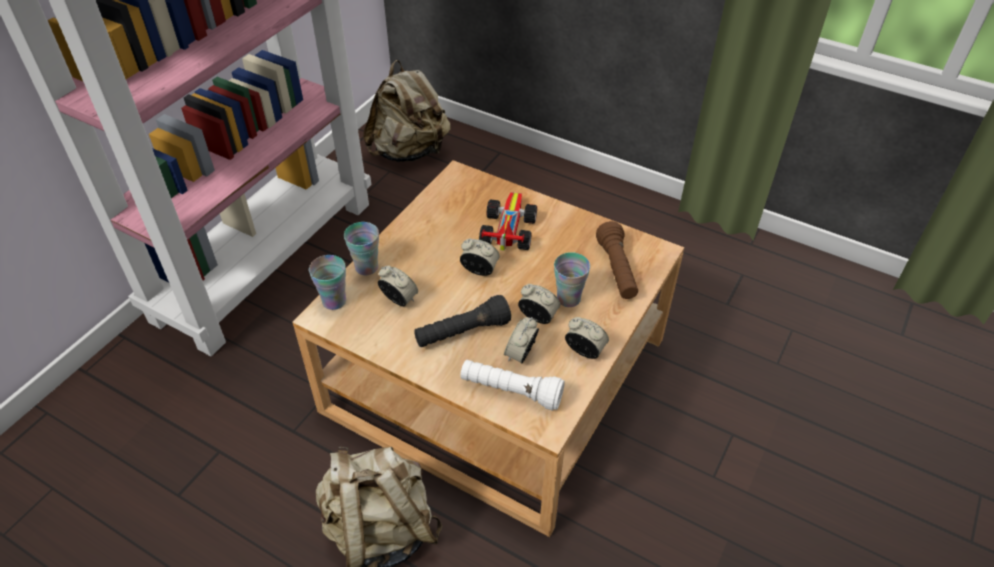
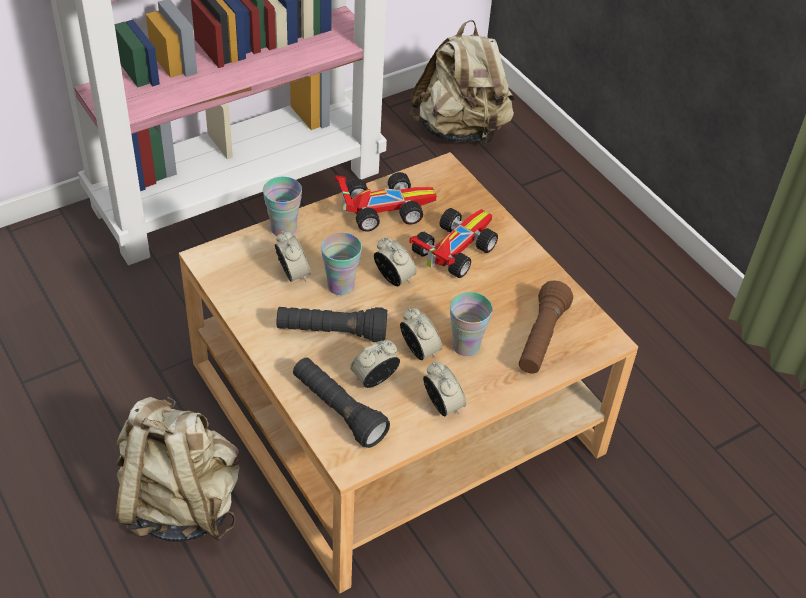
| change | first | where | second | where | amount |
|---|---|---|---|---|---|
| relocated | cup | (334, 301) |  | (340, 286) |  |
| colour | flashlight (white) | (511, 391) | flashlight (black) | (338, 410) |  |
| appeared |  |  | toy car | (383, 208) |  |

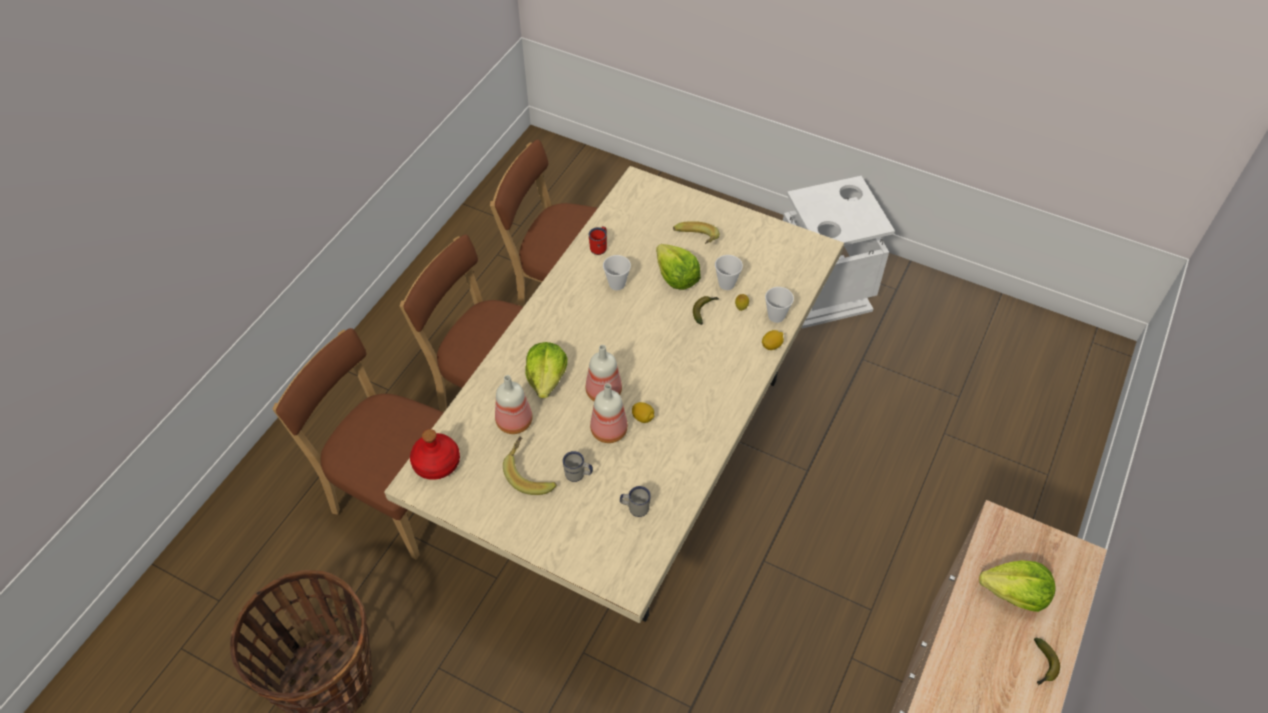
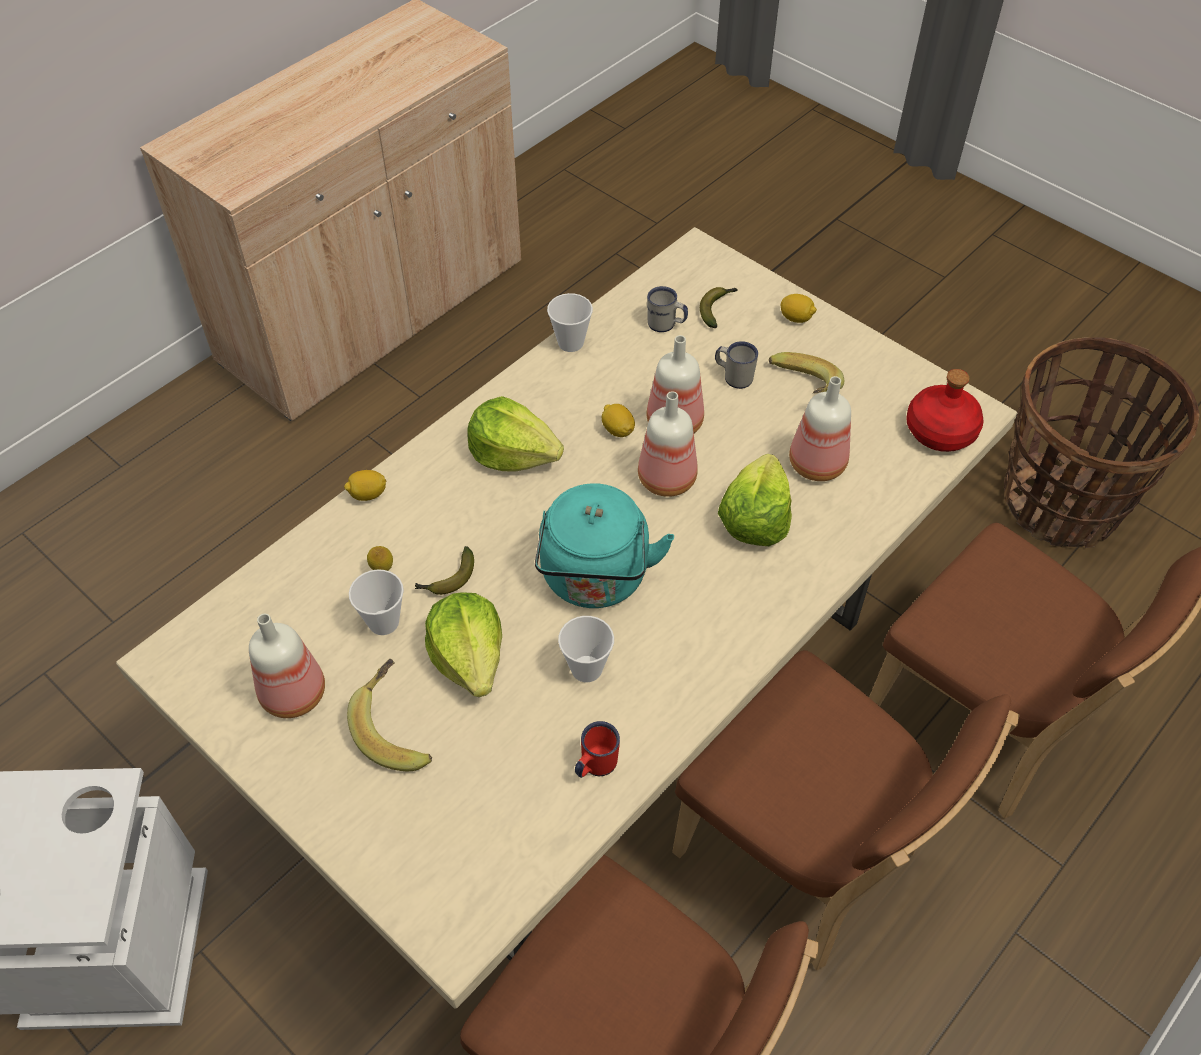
| change | first | where | second | where | amount |
|---|---|---|---|---|---|
| relocated | cup | (776, 316) |  | (570, 343) |  |
| relocated | lettuce | (1015, 594) |  | (513, 454) |  |
| relocated | banana | (1043, 665) |  | (717, 309) |  |
| appeared |  |  | lemon | (796, 318) |  |
| appeared |  |  | kettle (turquoise) | (595, 580) |  |
| appeared |  |  | bottle | (296, 693) |  |

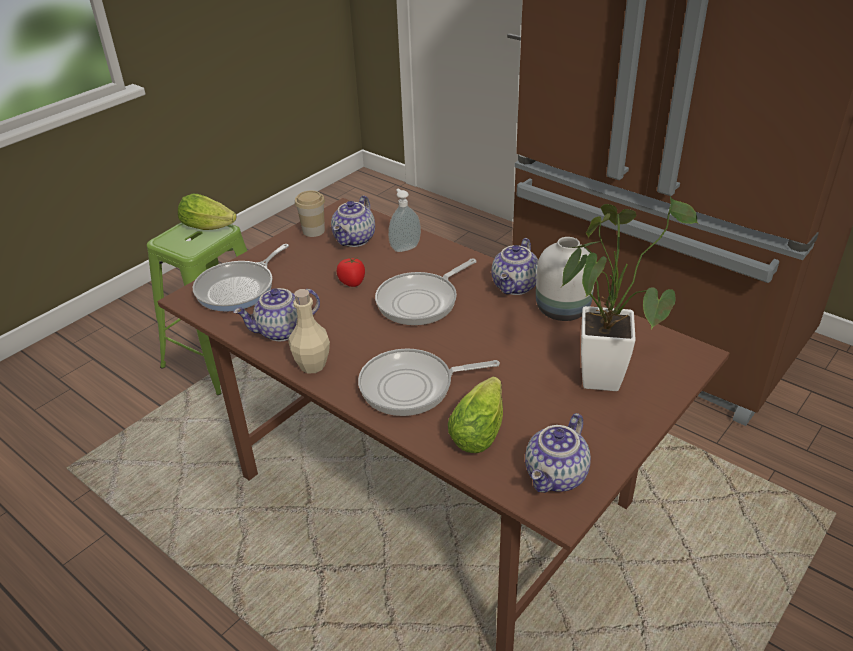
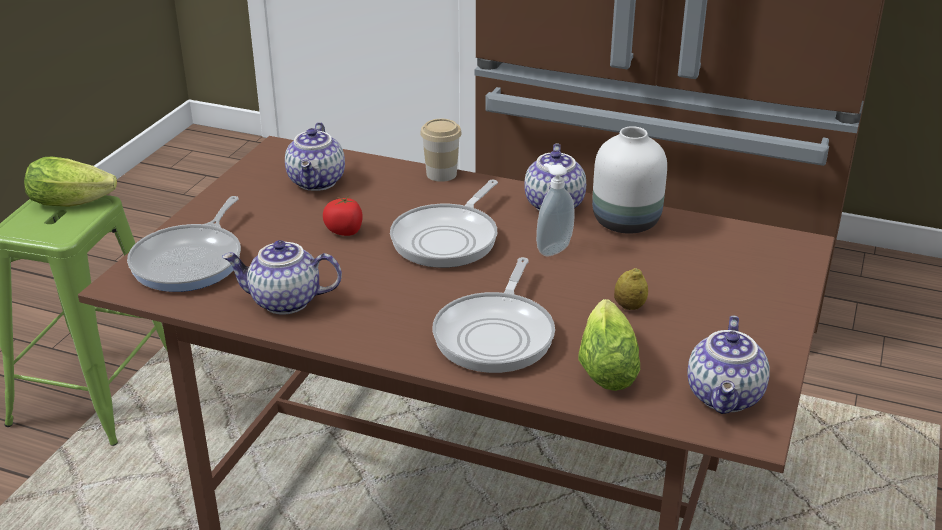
| change | first | where | second | where | amount |
|---|---|---|---|---|---|
| relocated | soap dispenser | (404, 247) |  | (552, 249) |  |
| relocated | cup | (313, 231) |  | (441, 174) |  |
| missing | potted plant | (601, 372) |  |  |  |
| spun | teapot | (281, 332) |  | (284, 302) | 45 degrees clockwise |
| missing | bottle (beige) | (312, 365) |  |  |  |
| spun | frying pan | (412, 387) |  | (496, 335) | 45 degrees counterclockwise |
| appeared |  |  | lemon | (629, 307) |  |

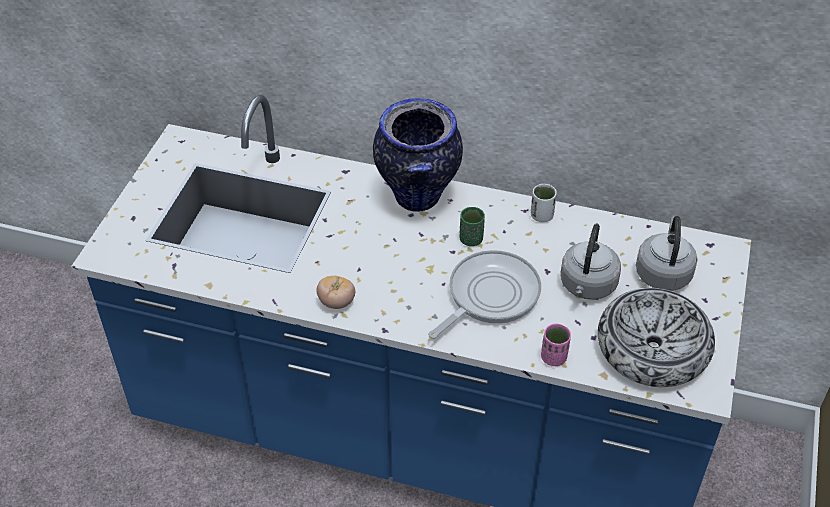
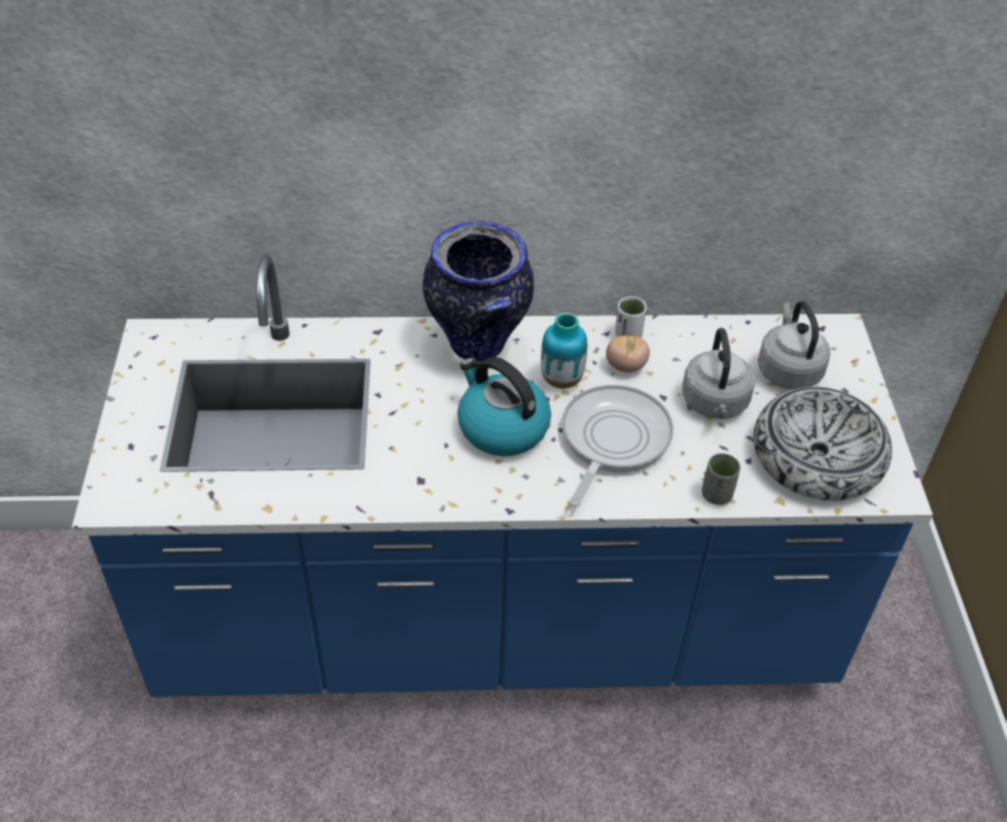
| change | first | where | second | where | amount |
|---|---|---|---|---|---|
| exchanged | cup (green) | (471, 239) | vase | (561, 380) |  |
| relocated | tomato | (336, 302) |  | (626, 366) |  |
| colour | cup (pink) | (553, 357) | cup (grey) | (716, 494) |  |
| appeared |  |  | kettle | (501, 428) |  |

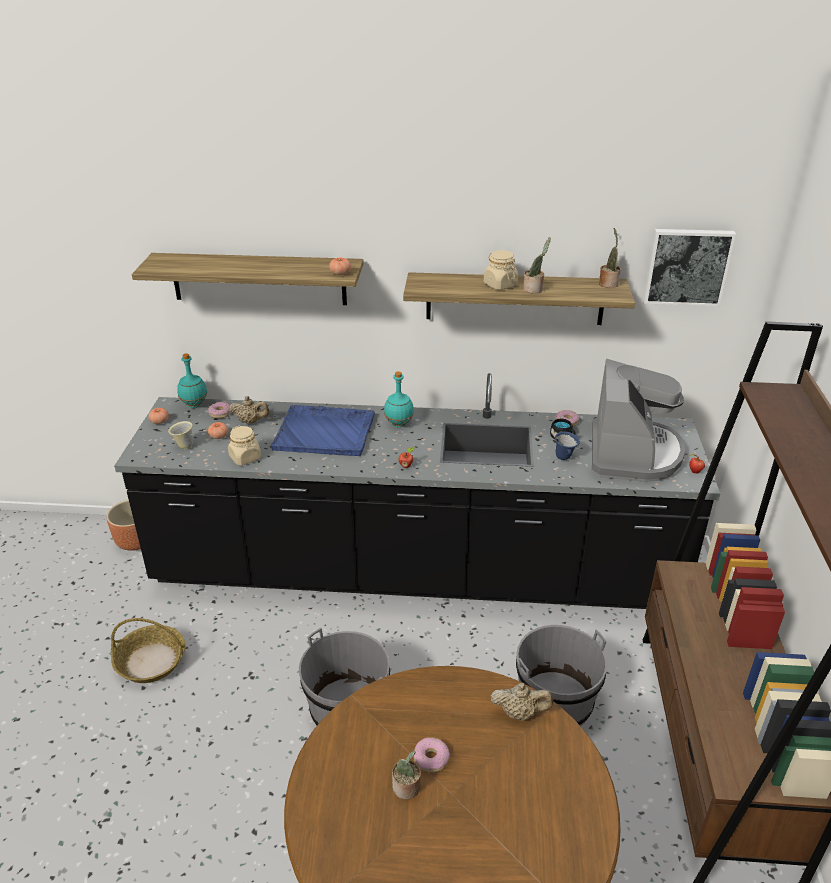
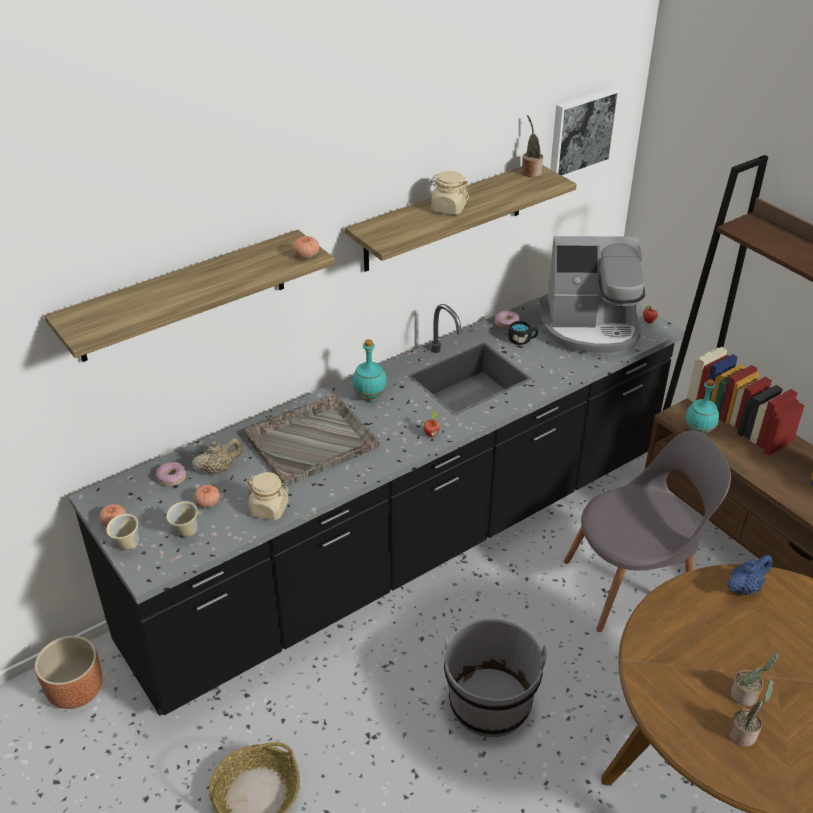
| change | first | where | second | where | amount |
|---|---|---|---|---|---|
| relocated | potted plant | (534, 289) |  | (744, 733) |  |
| relocated | bottle (turquoise) | (195, 405) |  | (699, 431) |  |
| spun | coffee machine | (633, 454) |  | (590, 328) | 120 degrees clockwise |
| colour | tray (blue) | (325, 433) | tray (grey) | (313, 441) |  |
| missing | mug (blue) | (564, 458) |  |  |  |
| exchanged | bucket (grey) | (555, 702) | chair (grey) | (633, 585) |  |
| colour | teapot (beige) | (520, 713) | teapot (blue) | (744, 588) |  |
| missing | donut | (431, 758) |  |  |  |
| appeared |  |  | mug (beige) | (127, 546) |  |

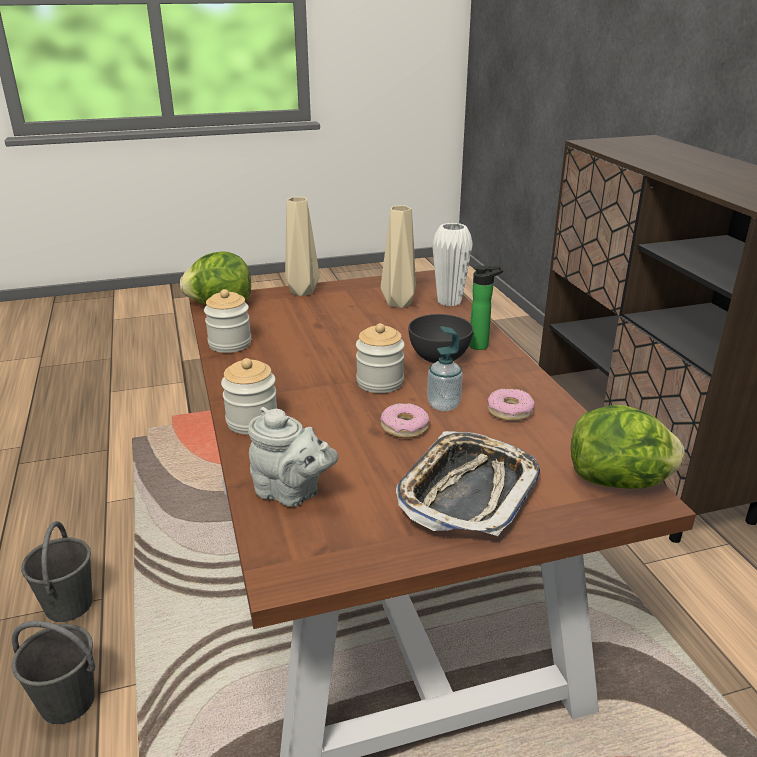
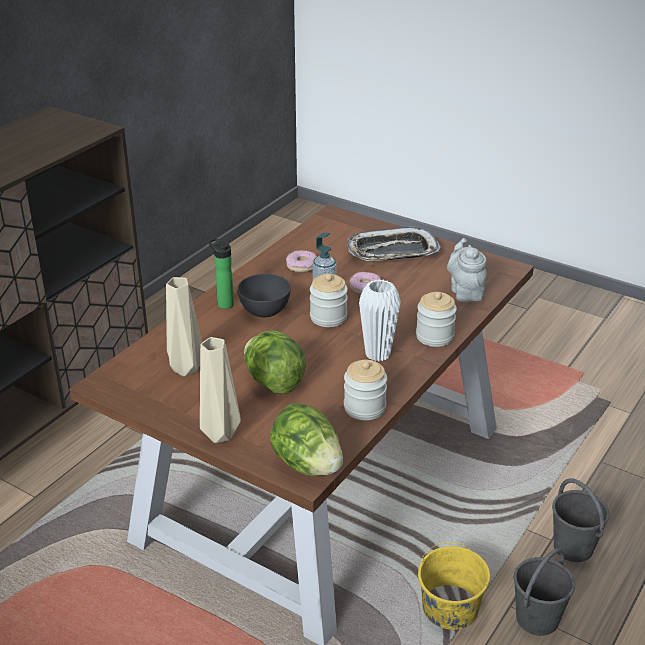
| change | first | where | second | where | amount |
|---|---|---|---|---|---|
| relocated | vase (white) | (449, 301) |  | (377, 354) |  |
| relocated | lettuce | (619, 482) |  | (273, 382) |  |
| appeared |  |  | bucket (yellow) | (449, 608) |  |

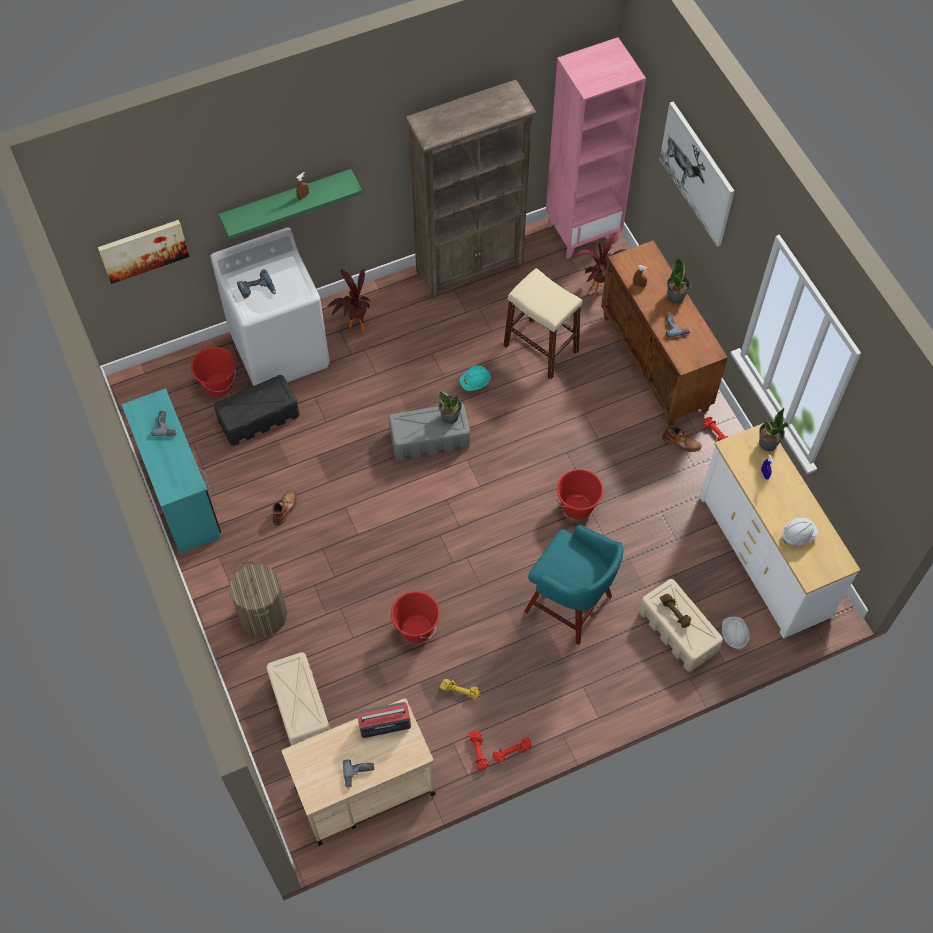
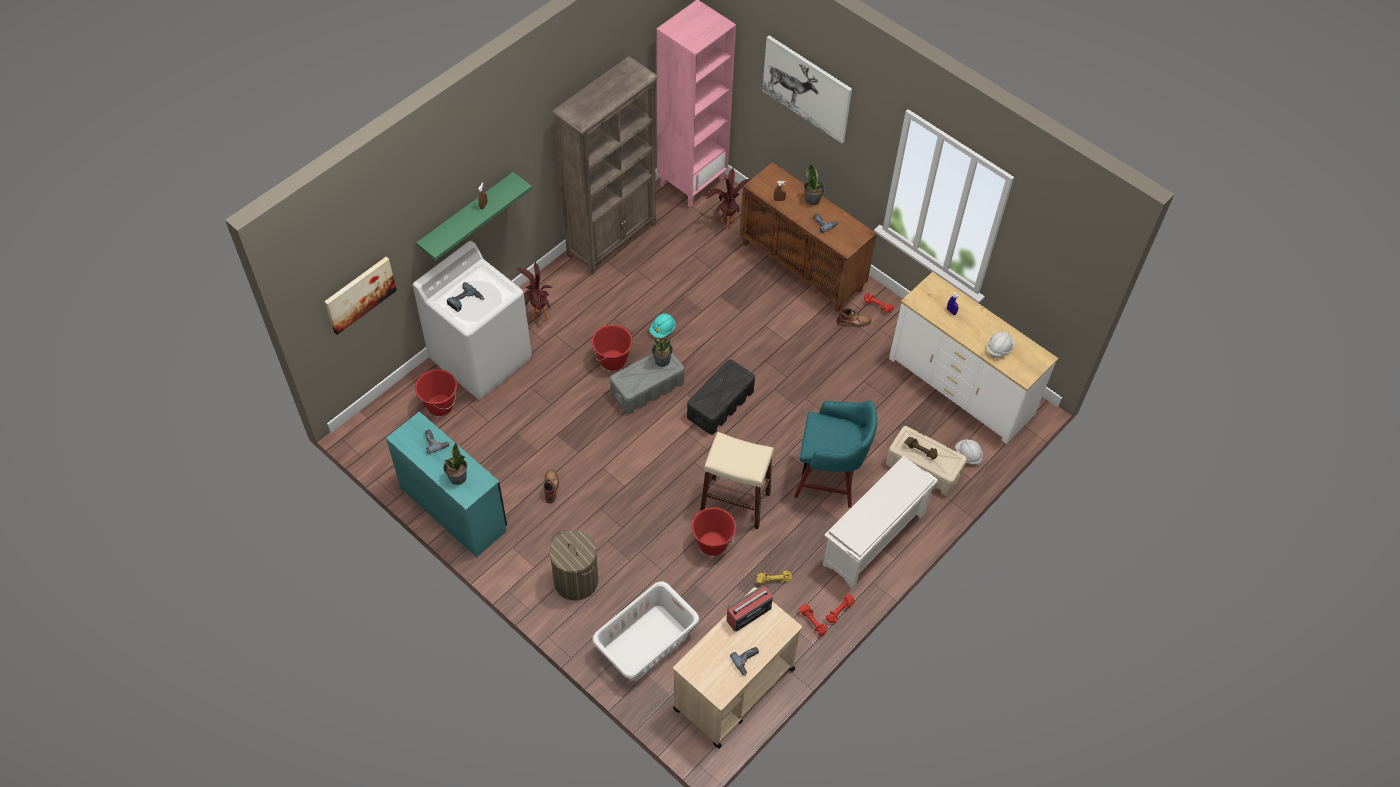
| change | first | where | second | where | amount |
|---|---|---|---|---|---|
| relocated | stool (beige) | (541, 348) |  | (735, 502) |  |
| relocated | storage box (black) | (259, 418) |  | (720, 404) |  |
| relocated | potted plant | (767, 443) |  | (457, 477) |  |
| relocated | bucket (red) | (577, 507) |  | (613, 360) |  |
| exchanged | storage box (beige) | (300, 705) | laundry basket (white) | (645, 642) |  |
| appeared |  |  | shoe rack (white) | (873, 541) |  |

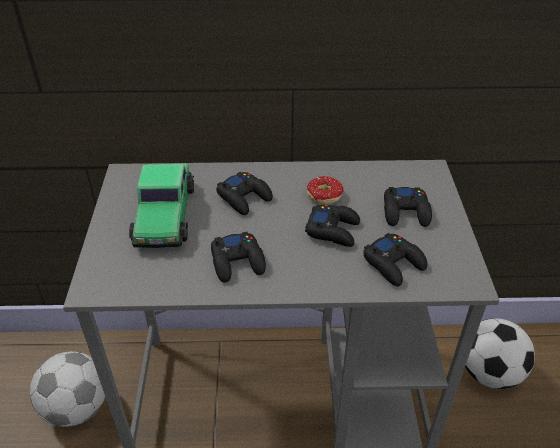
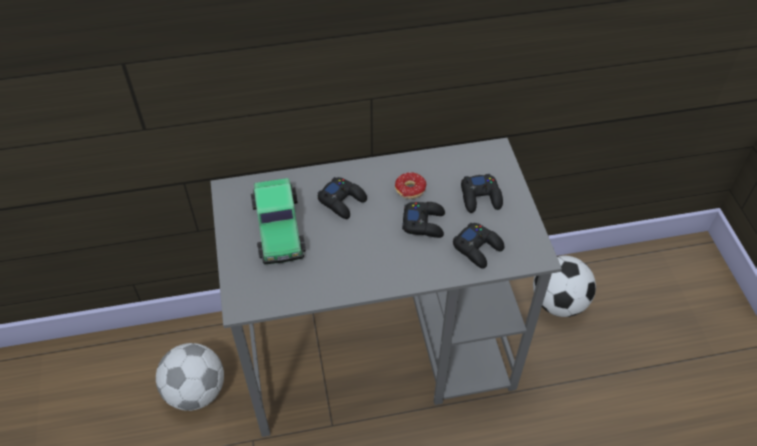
| change | first | where | second | where | amount |
|---|---|---|---|---|---|
| missing | game controller (black) | (238, 262) |  |  |  |

